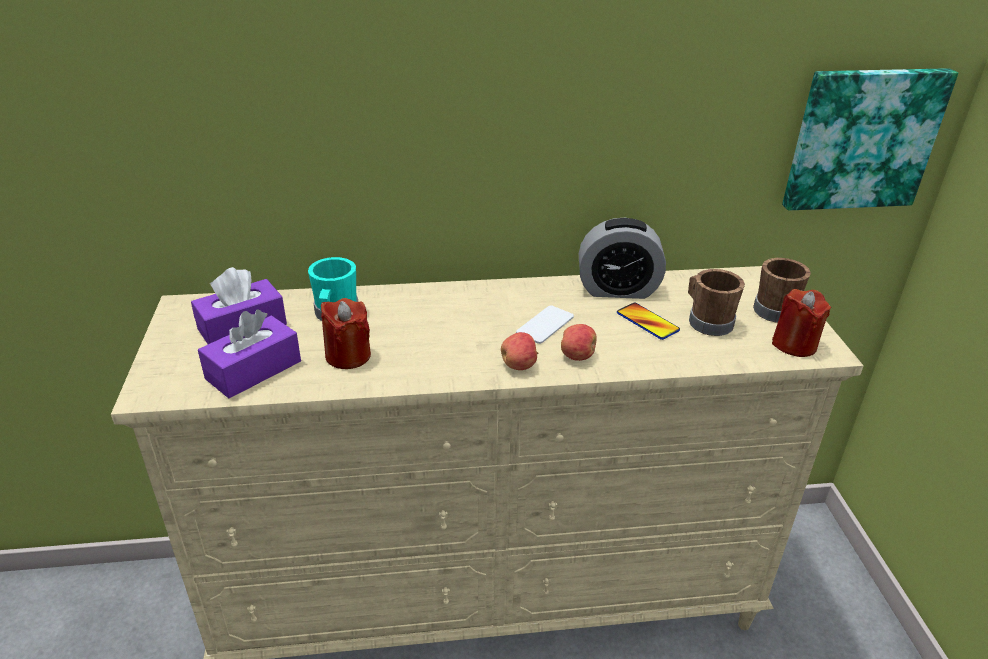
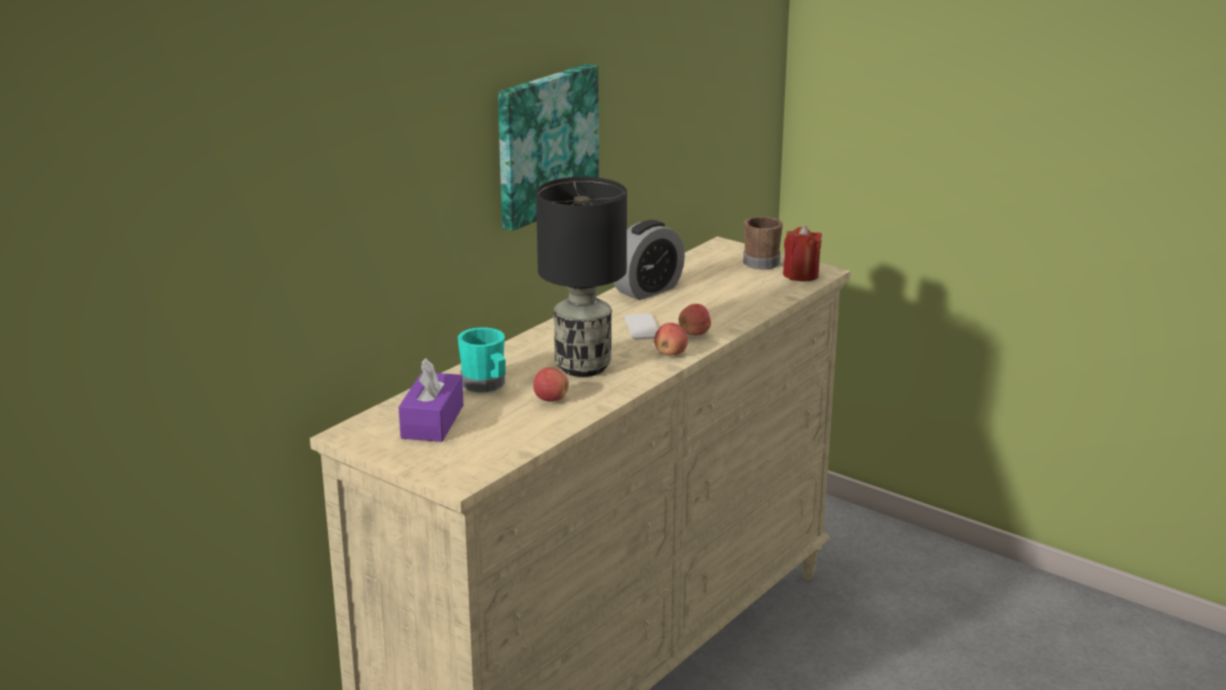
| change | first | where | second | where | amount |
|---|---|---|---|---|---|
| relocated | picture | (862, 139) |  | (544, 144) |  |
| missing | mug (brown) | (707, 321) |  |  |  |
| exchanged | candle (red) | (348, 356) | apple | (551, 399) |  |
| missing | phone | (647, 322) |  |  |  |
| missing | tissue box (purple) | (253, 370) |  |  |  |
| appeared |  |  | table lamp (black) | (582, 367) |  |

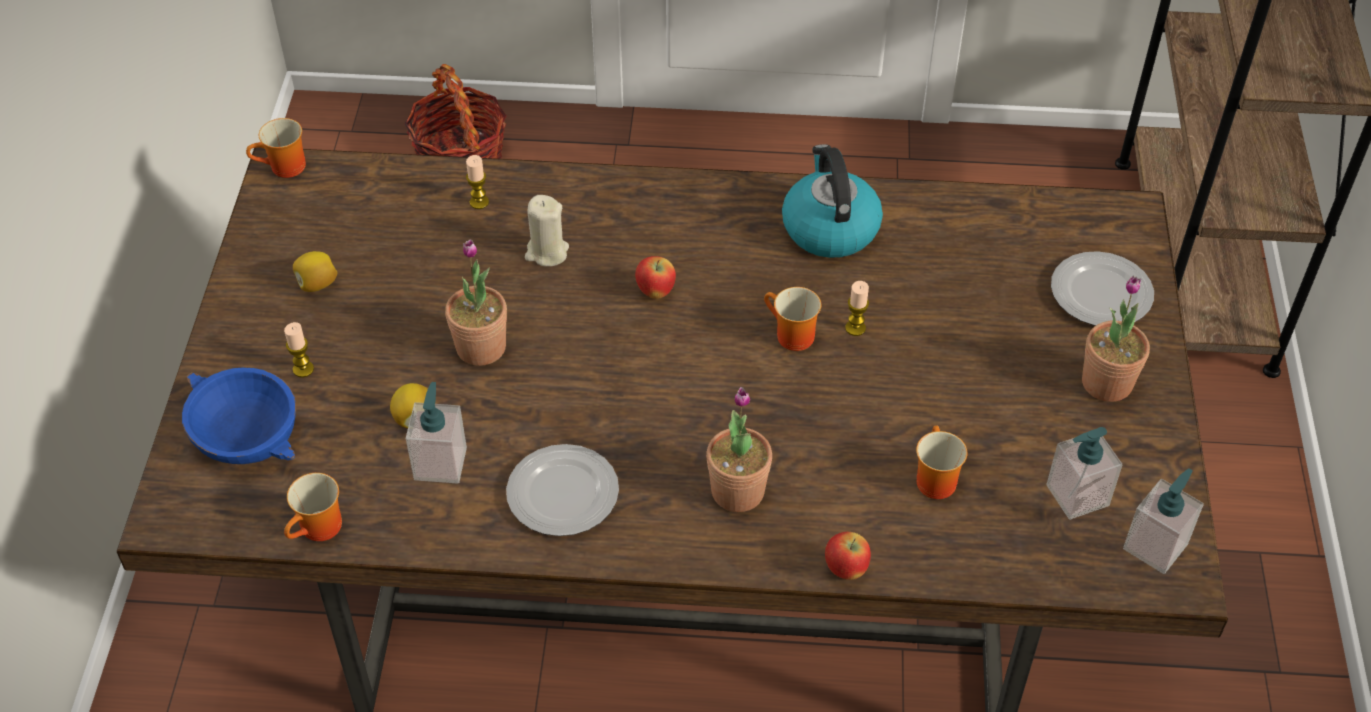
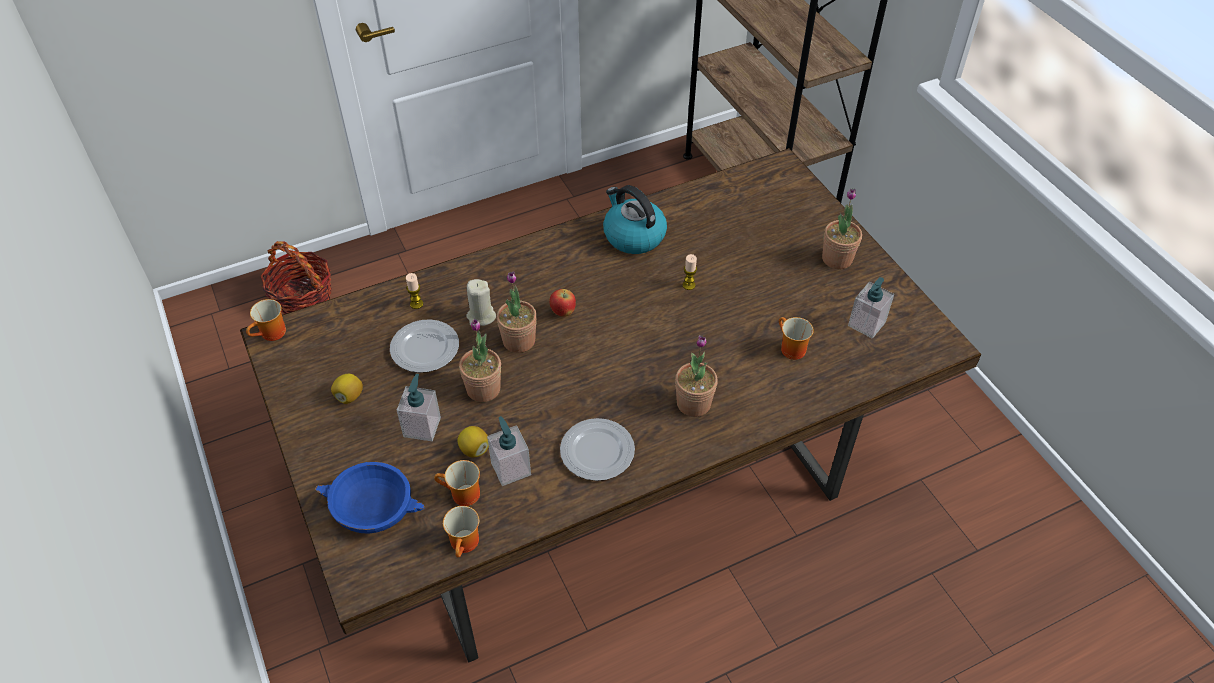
| change | first | where | second | where | amount |
|---|---|---|---|---|---|
| relocated | plate | (1100, 293) |  | (424, 348) |  |
| relocated | mug | (789, 336) |  | (462, 496) |  |
| missing | candle | (303, 369) |  |  |  |
| relocated | soap dispenser | (1155, 546) |  | (422, 427) |  |
| missing | apple | (845, 569) |  |  |  |
| appeared |  |  | potted plant | (519, 341) |  |

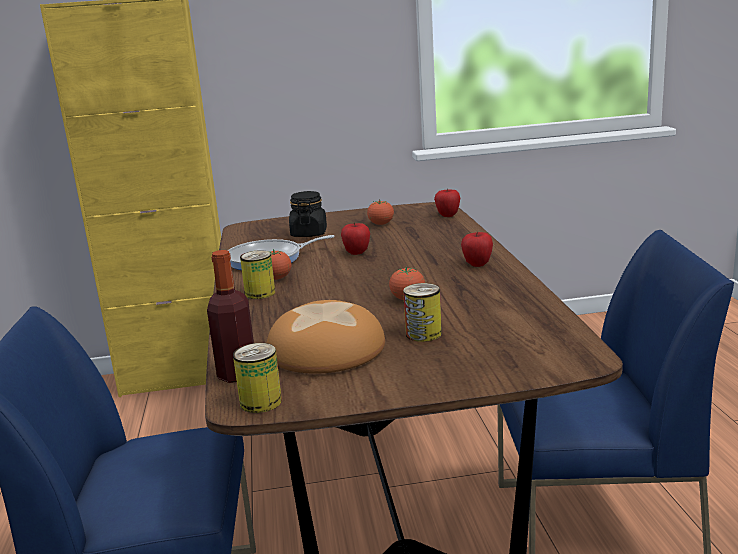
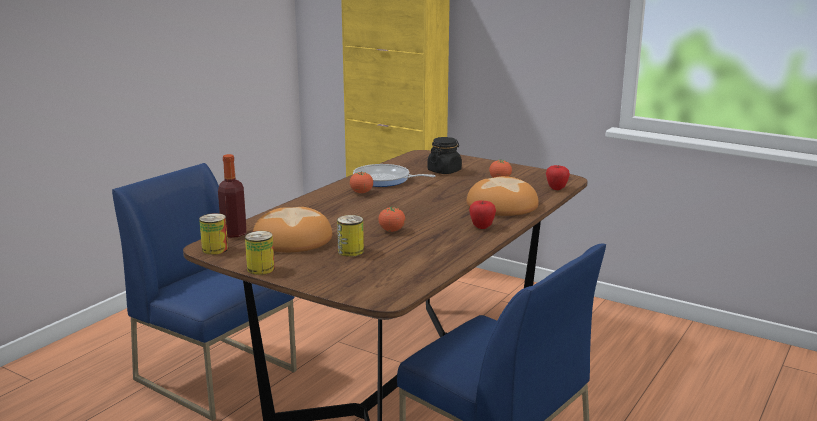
| change | first | where | second | where | amount |
|---|---|---|---|---|---|
| missing | apple | (356, 253) |  |  |  |
| relocated | can | (260, 293) |  | (260, 269) |  |
| appeared |  |  | bread | (501, 205) |  |

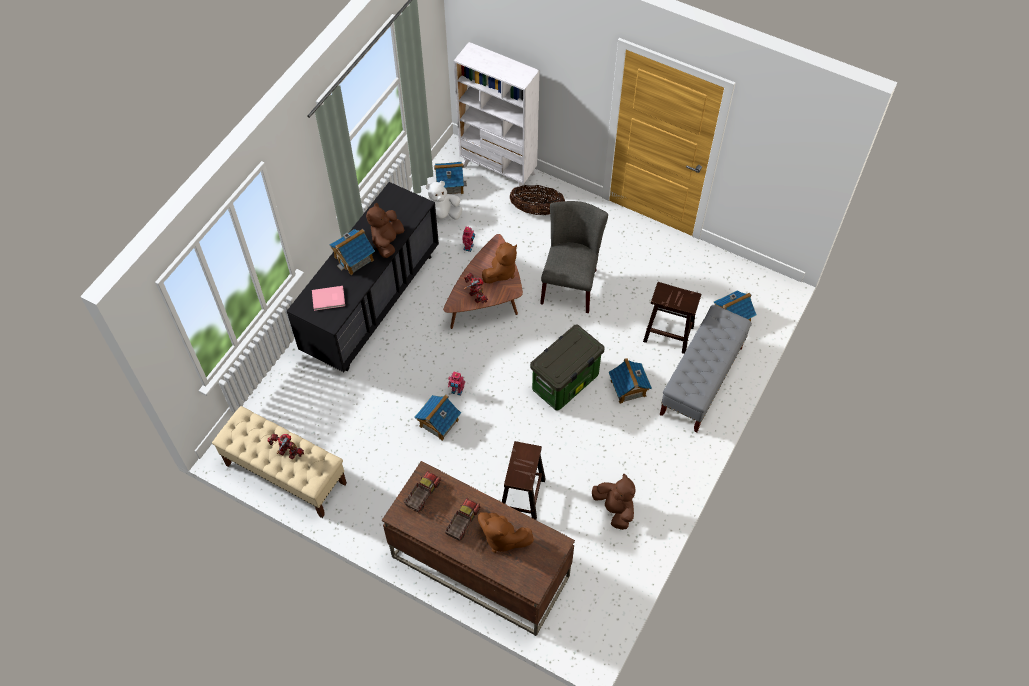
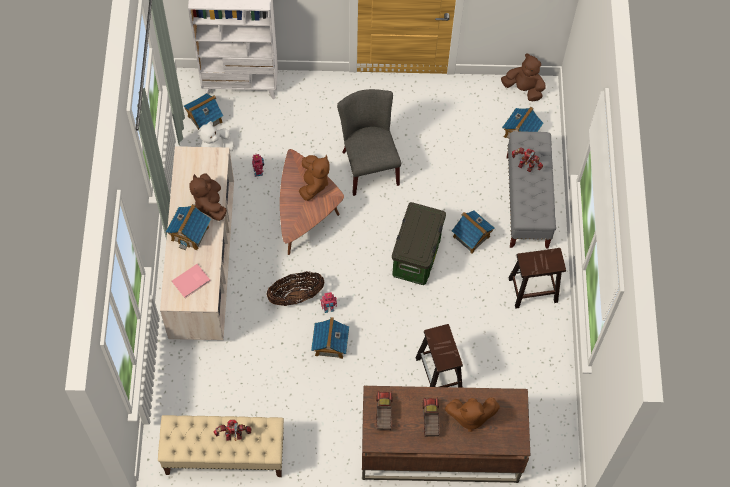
| change | first | where | second | where | amount |
|---|---|---|---|---|---|
| colour | dresser (black) | (372, 303) | dresser (beige) | (203, 264) |  |
| relocated | basket | (536, 210) |  | (296, 296) |  |
| relocated | toy robot | (476, 297) |  | (525, 166) |  |
| relocated | stool (brown) | (667, 334) |  | (532, 290) |  |
| relocated | plush toy (brown) | (614, 509) |  | (523, 89) |  |

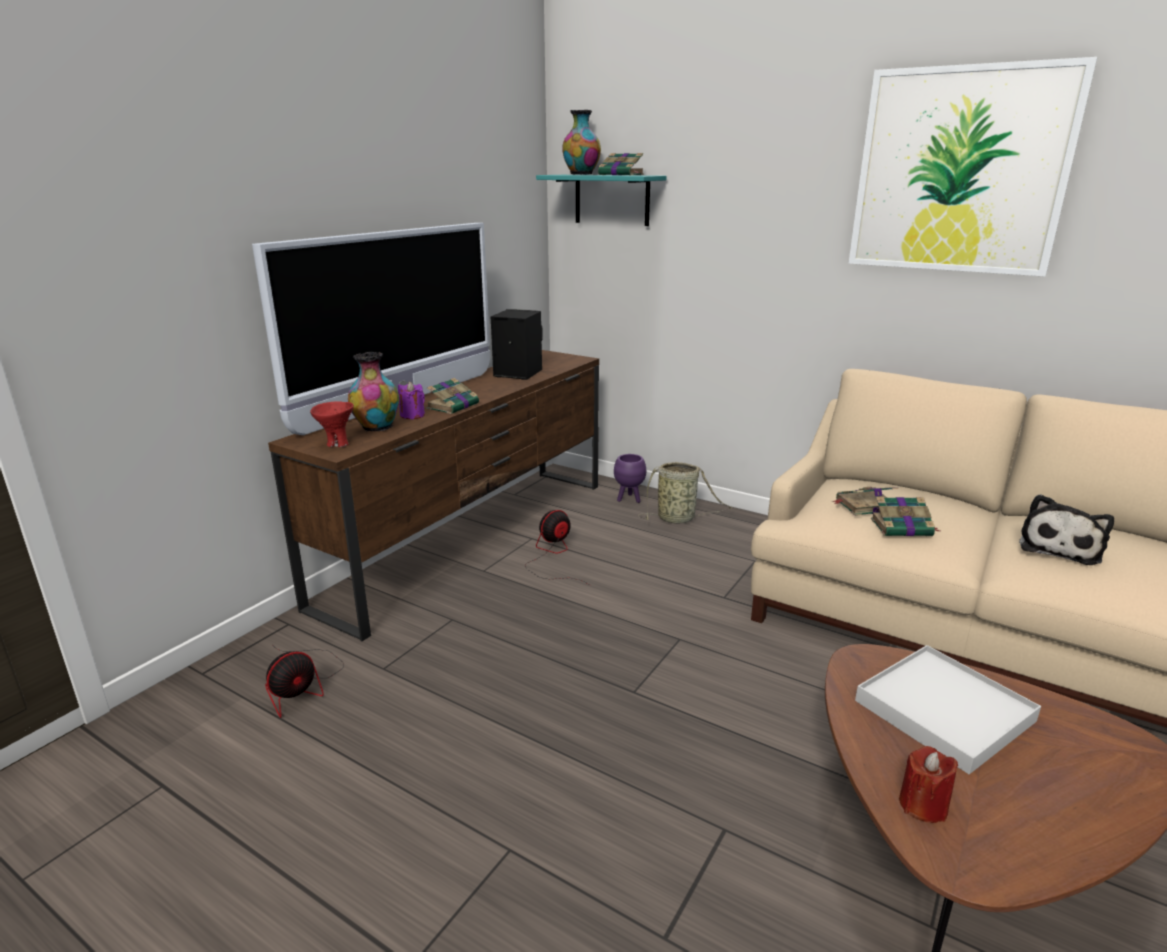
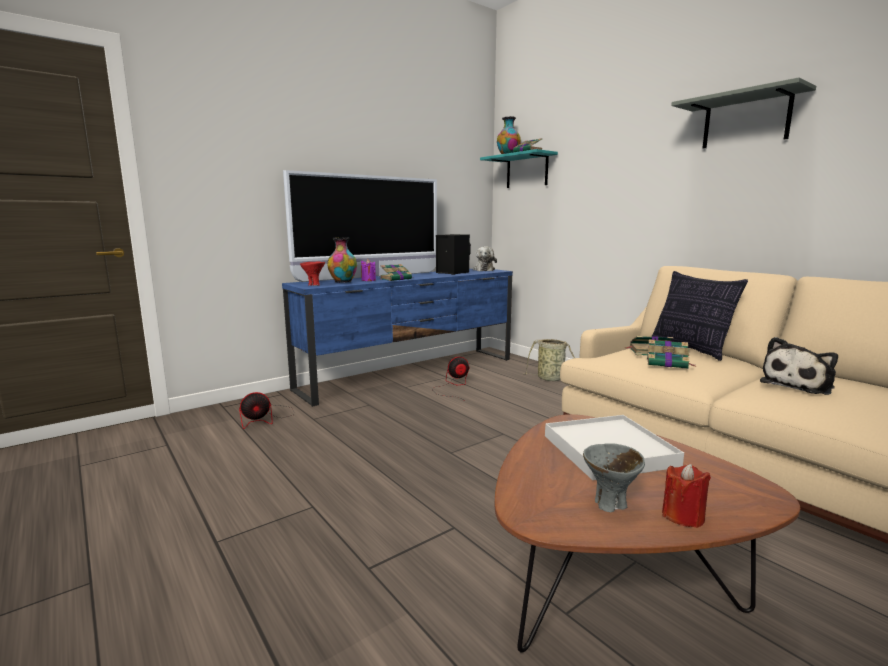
| change | first | where | second | where | amount |
|---|---|---|---|---|---|
| exchanged | picture | (960, 171) | shelf (grey) | (746, 121) |  |
| colour | tv stand (brown) | (474, 539) | tv stand (blue) | (412, 373) |  |
| missing | planter (purple) | (629, 499) |  |  |  |
| relocated | candle (red) | (923, 805) |  | (683, 516) |  |
| appeared |  |  | plush toy | (483, 270) |  |
| appeared |  |  | pillow | (690, 350) |  |
| appeared |  |  | bowl (grey) | (610, 505) |  |

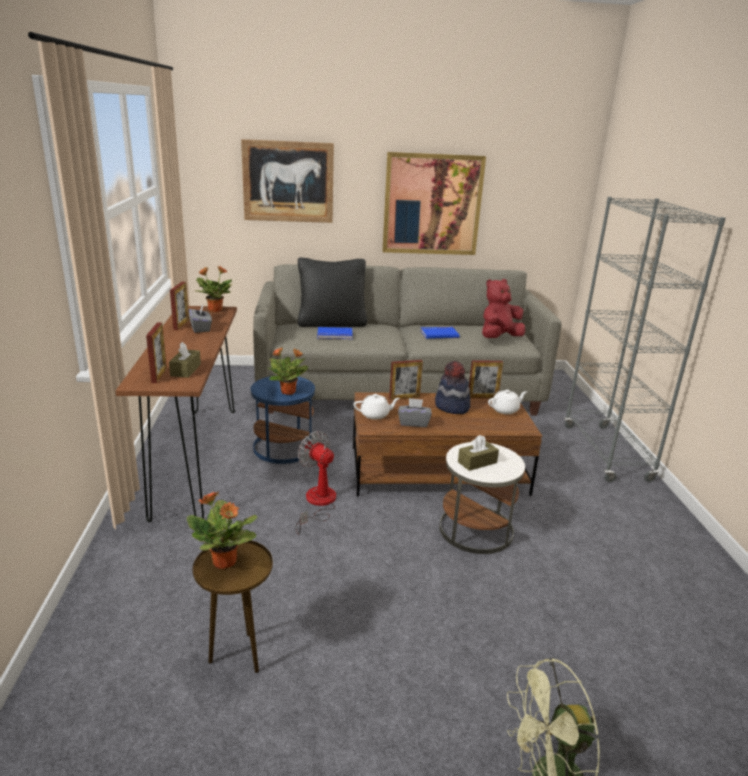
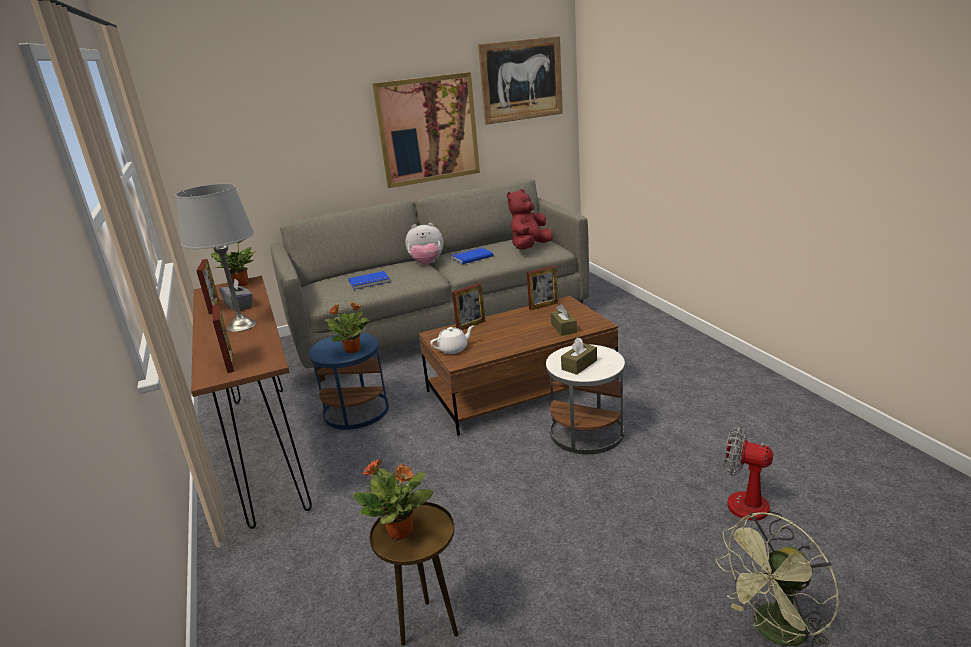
| change | first | where | second | where | amount |
|---|---|---|---|---|---|
| relocated | picture | (288, 182) |  | (521, 80) |  |
| missing | bookcase (grey) | (606, 453) |  |  |  |
| missing | pillow (black) | (331, 323) |  |  |  |
| relocated | tissue box (brown) | (186, 370) |  | (563, 328) |  |
| missing | hat | (451, 407) |  |  |  |
| missing | teapot (white) | (505, 410) |  |  |  |
| missing | tissue box (grey) | (413, 423) |  |  |  |
| relocated | fan | (317, 503) |  | (756, 517) |  |
| appeared |  |  | table lamp (grey) | (241, 325) |  |
| appeared |  |  | plush toy | (427, 264) |  |

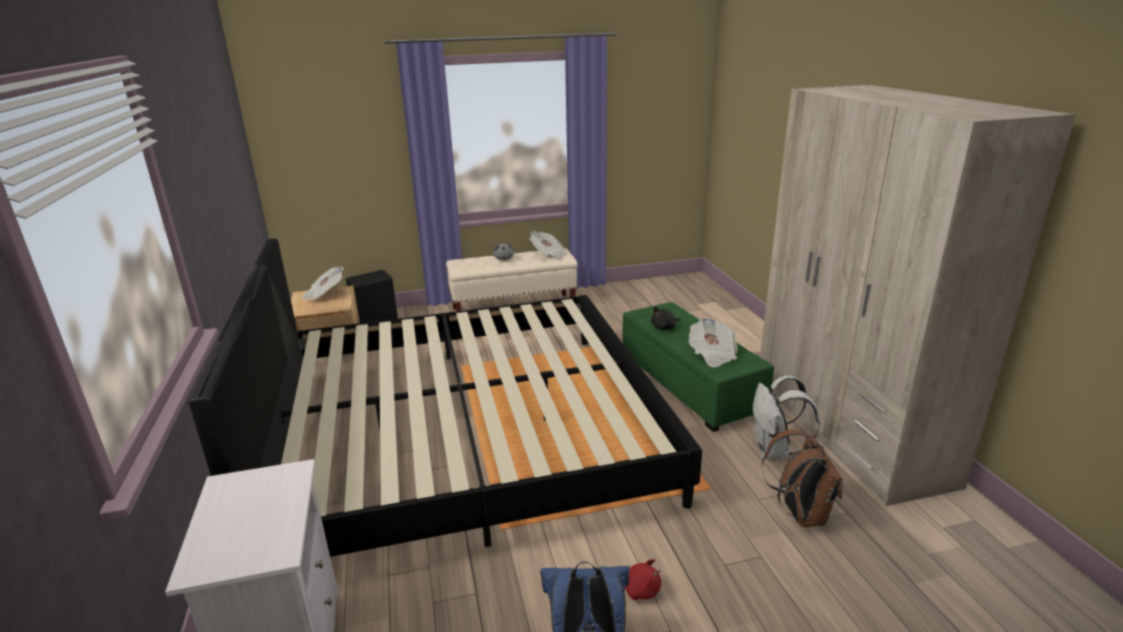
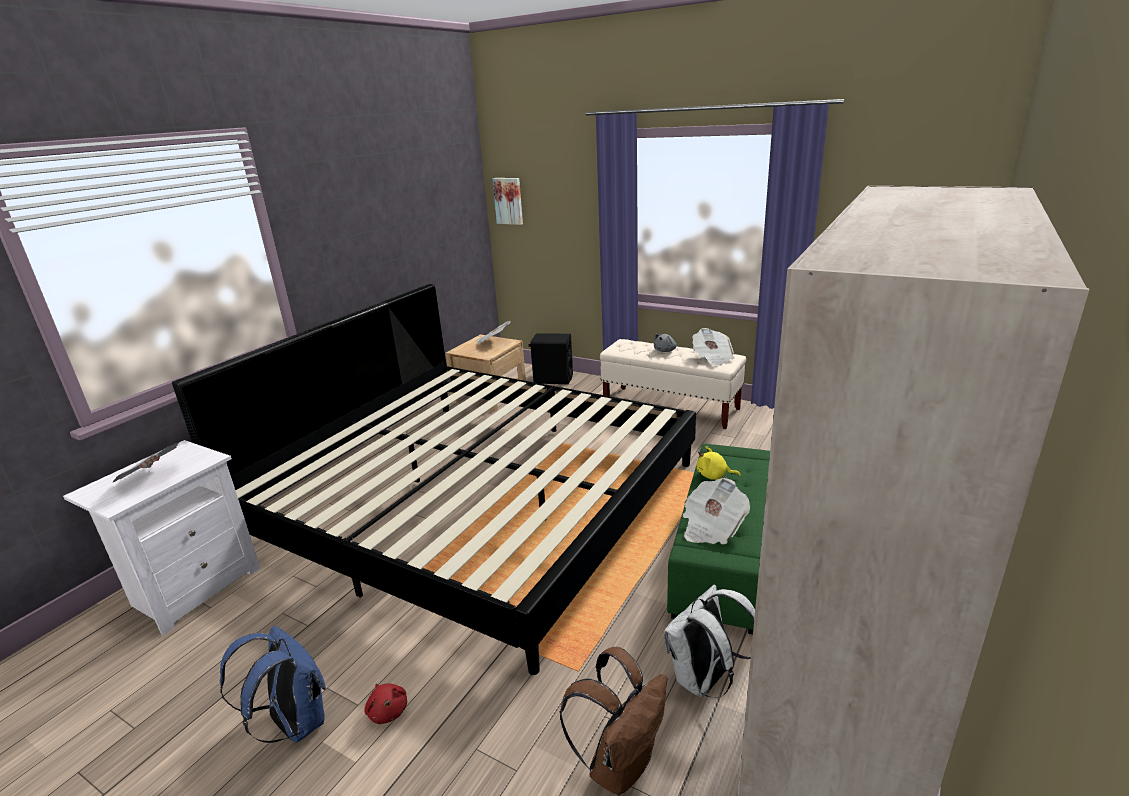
| change | first | where | second | where | amount |
|---|---|---|---|---|---|
| colour | plush toy (black) | (664, 328) | plush toy (yellow) | (714, 476) |  |
| appeared |  |  | picture | (509, 201) |  |
| appeared |  |  | newspaper | (151, 477) |  |

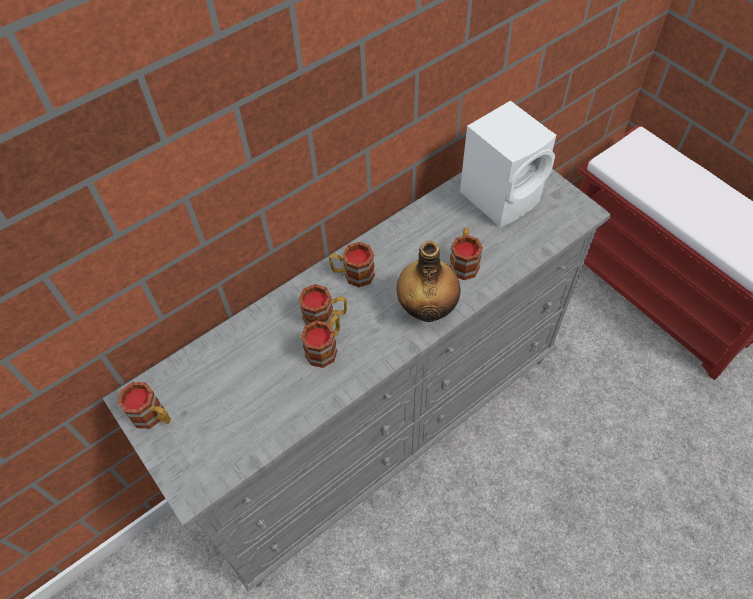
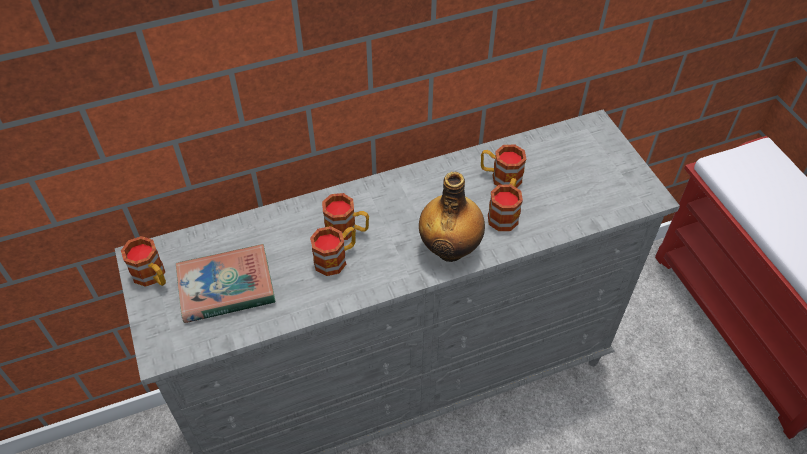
| change | first | where | second | where | amount |
|---|---|---|---|---|---|
| missing | speaker (white) | (502, 196) |  |  |  |
| relocated | mug | (352, 274) |  | (500, 177) |  |
| appeared |  |  | book | (226, 288) |  |

